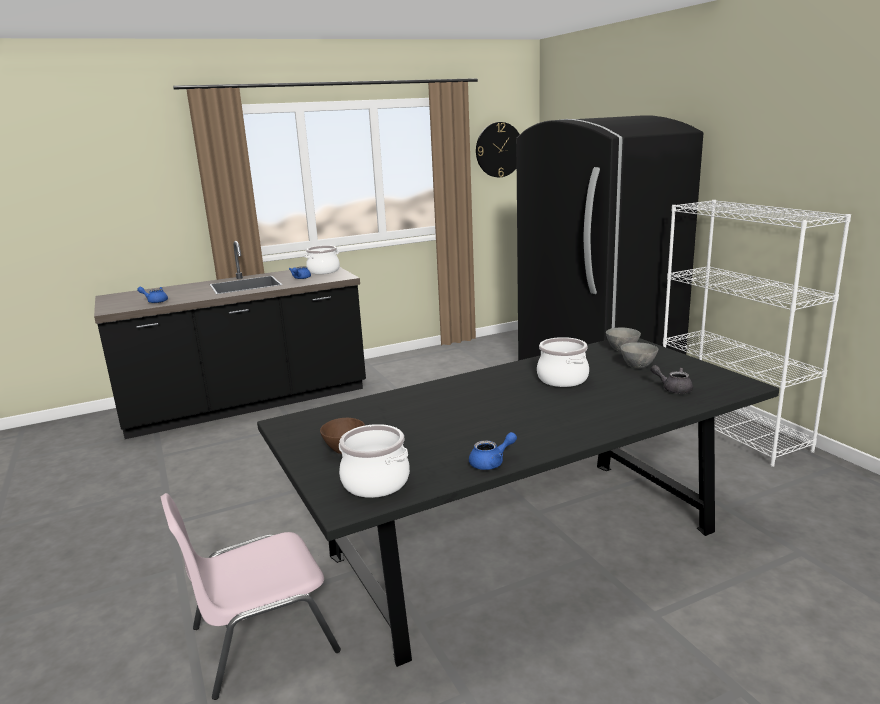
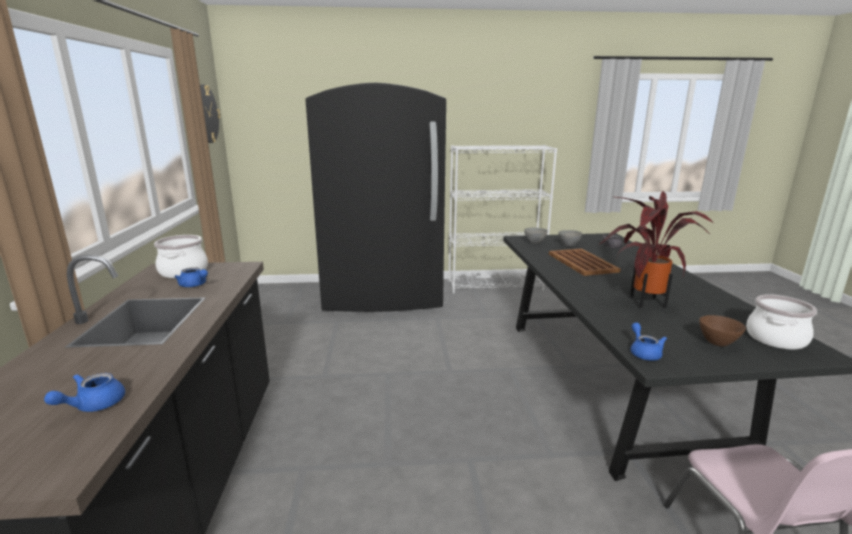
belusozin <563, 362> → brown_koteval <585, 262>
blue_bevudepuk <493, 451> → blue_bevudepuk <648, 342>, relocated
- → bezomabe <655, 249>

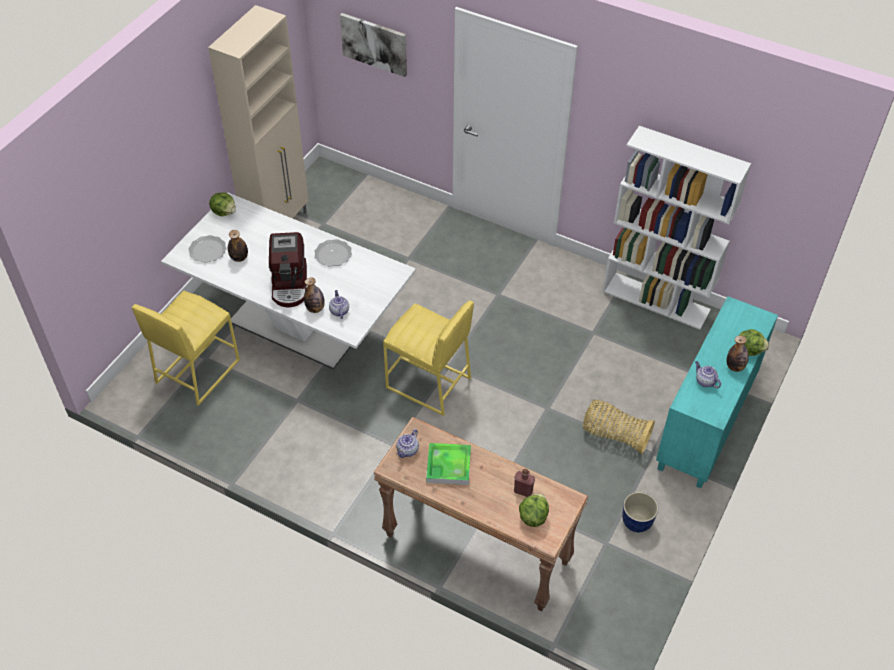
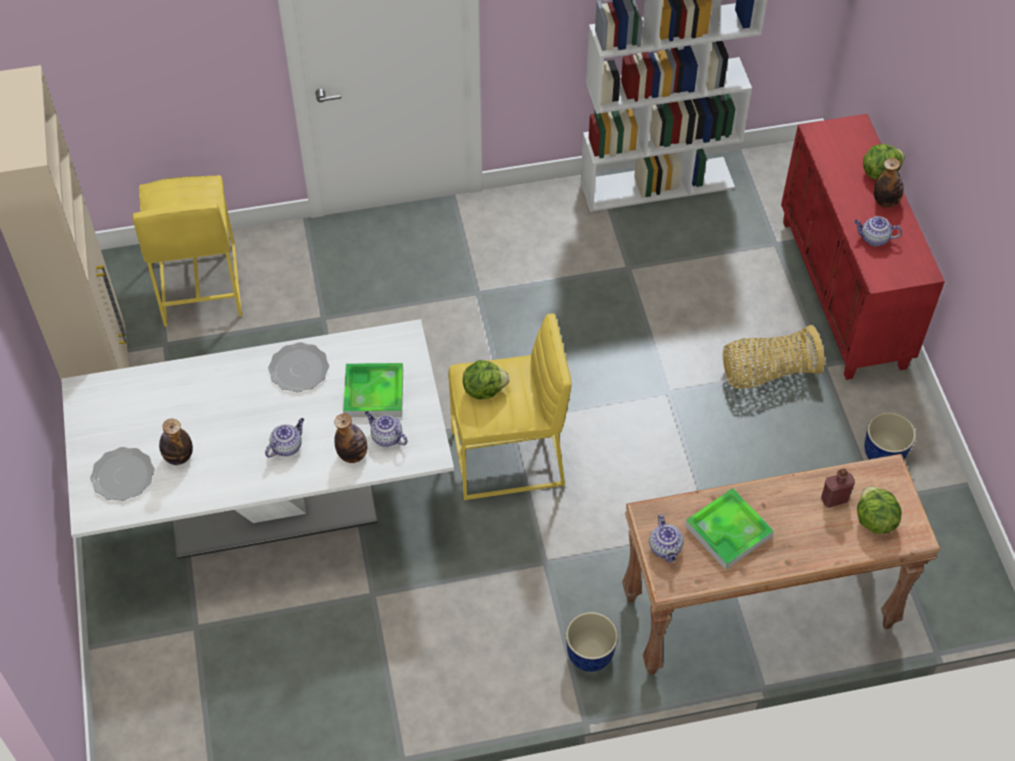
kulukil <373, 45> → -
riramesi <222, 204> → riramesi <486, 380>, relocated
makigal <288, 270> → bevudepuk <284, 438>
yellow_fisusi <186, 348> → yellow_fisusi <187, 251>, relocated
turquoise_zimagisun <717, 392> → red_zimagisun <863, 247>
- → koteval <373, 390>
- → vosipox <592, 642>

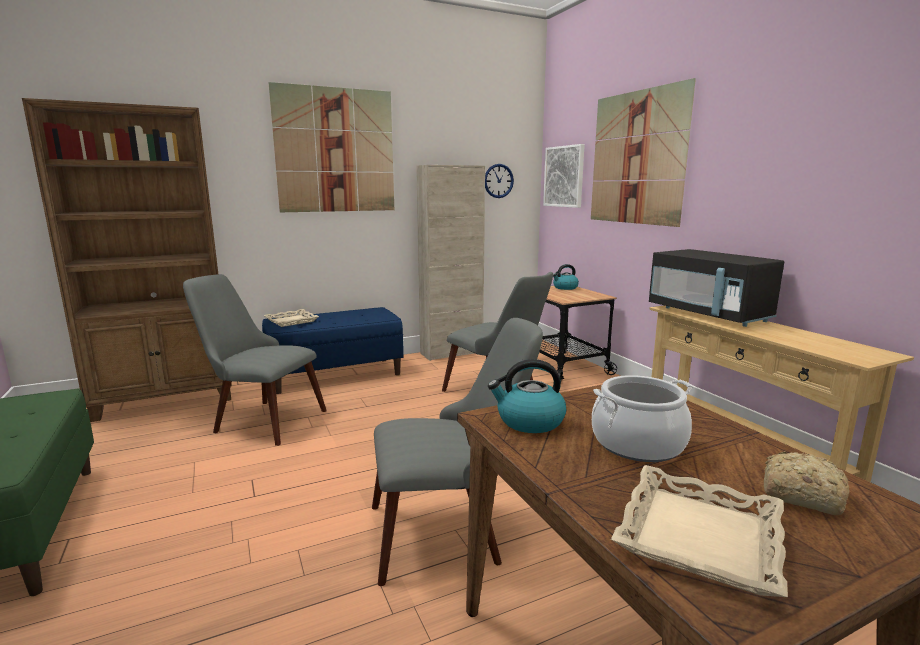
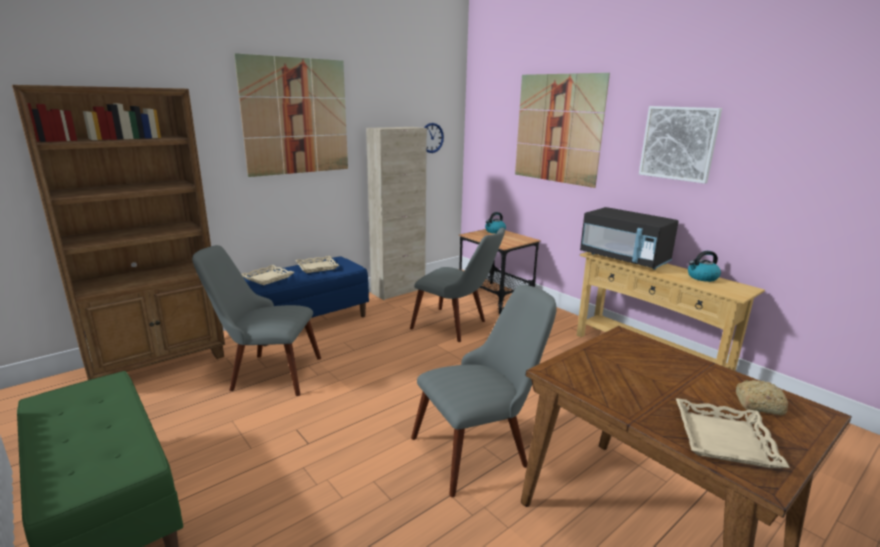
kulukil <564, 176> → kulukil <680, 145>, relocated
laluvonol <527, 396> → laluvonol <704, 266>, relocated
belusozin <642, 418> → -
- → beige_koteval <317, 264>

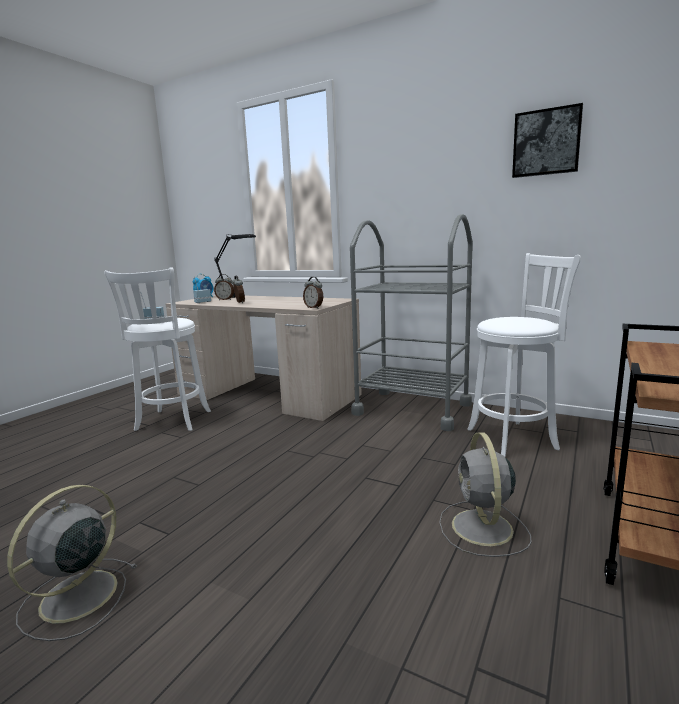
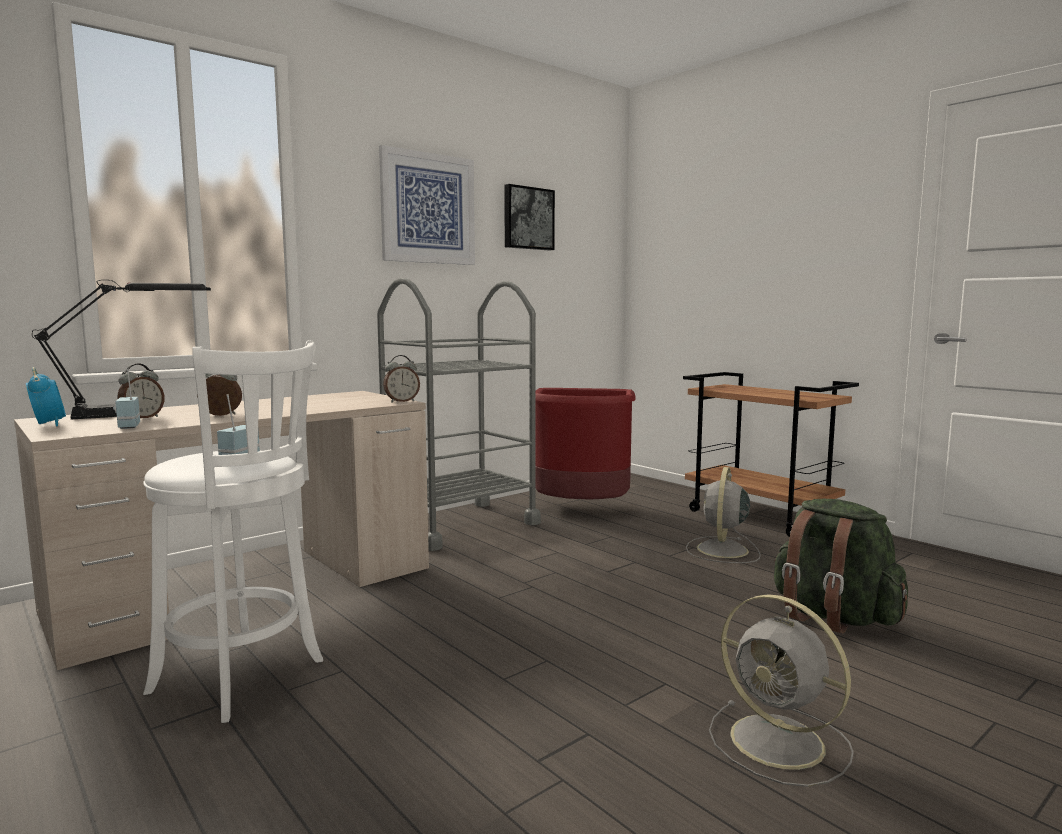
white_fisusi <524, 354> → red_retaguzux <585, 444>
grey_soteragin <485, 495> → grey_soteragin <723, 515>, 90 degrees clockwise
- → kulukil <427, 205>
- → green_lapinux <841, 566>

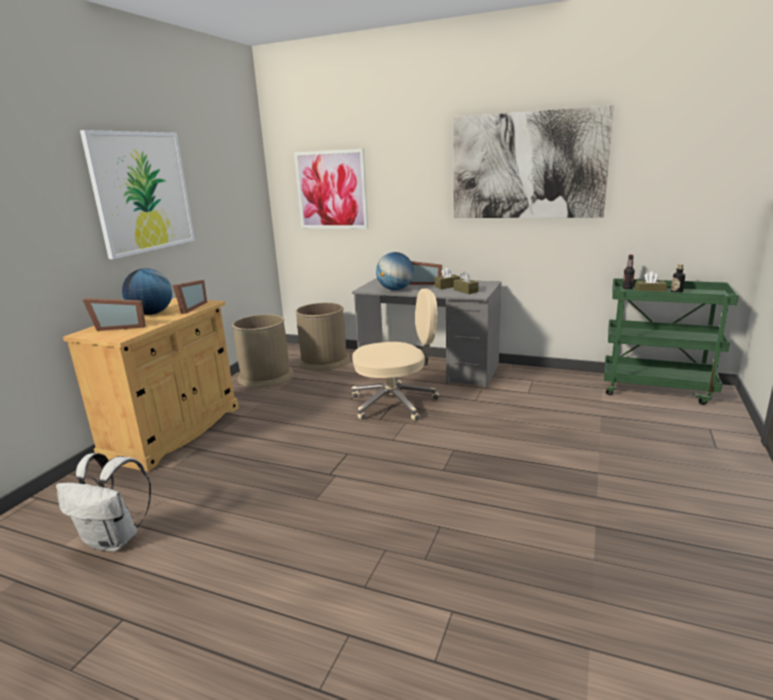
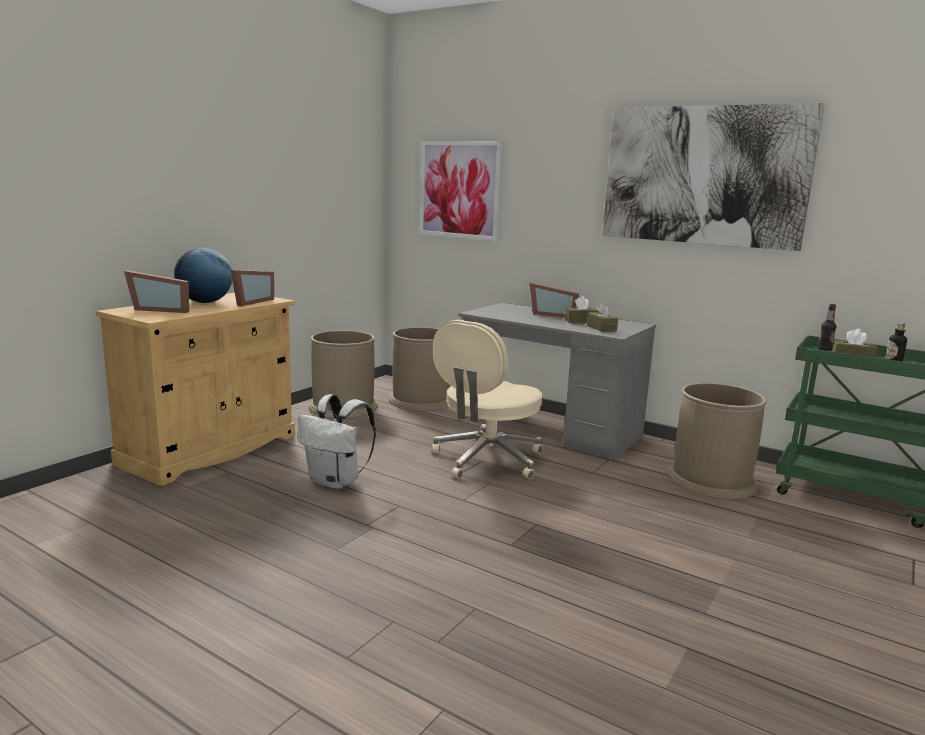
kulukil <137, 194> → -
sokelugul <395, 271> → -
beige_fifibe <395, 354> → beige_fifibe <487, 399>, 120 degrees clockwise
white_lapinux <103, 502> → white_lapinux <336, 441>, relocated
- → brown_retaguzux <717, 441>

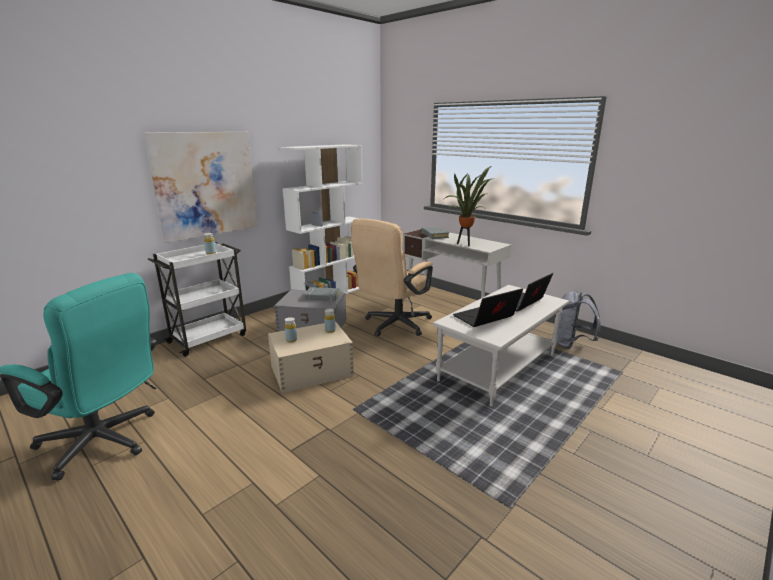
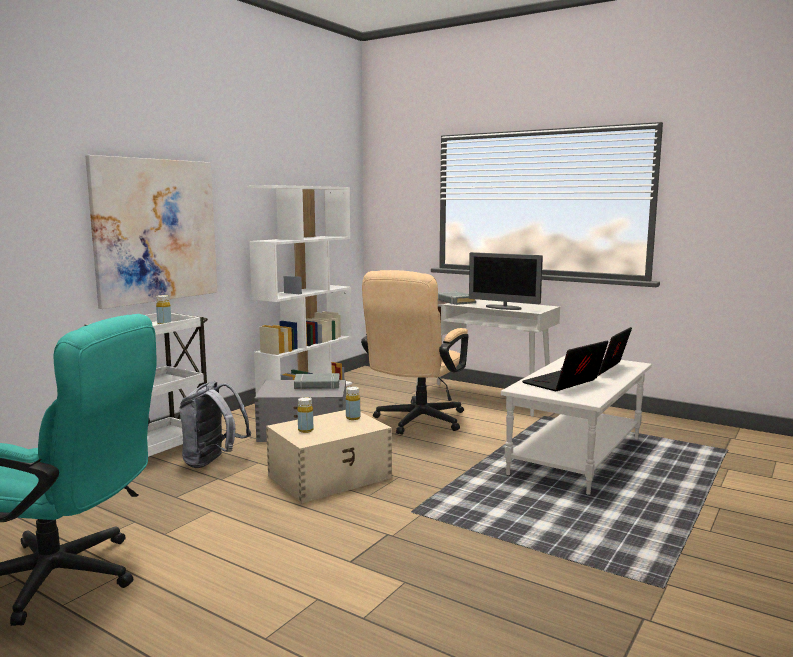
bezomabe <468, 206> → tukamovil <506, 281>
grey_lapinux <579, 320> → grey_lapinux <215, 424>, relocated

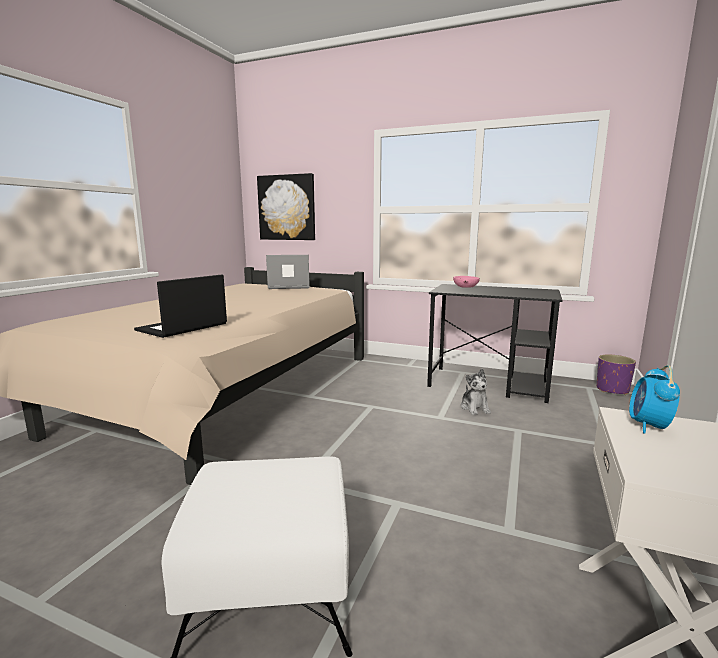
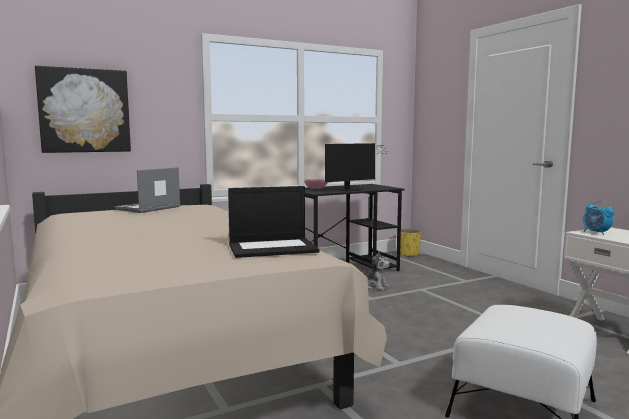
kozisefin <180, 306> → kozisefin <274, 222>, 90 degrees counterclockwise
purple_vosipox <616, 375> → yellow_vosipox <410, 243>
- → tukamovil <357, 167>

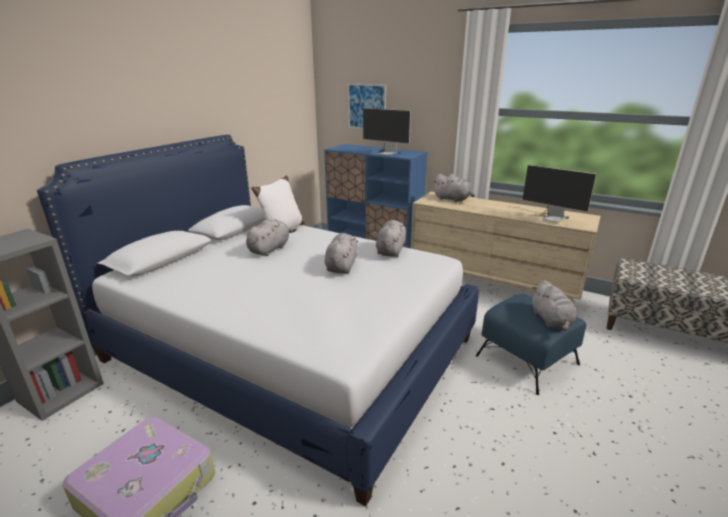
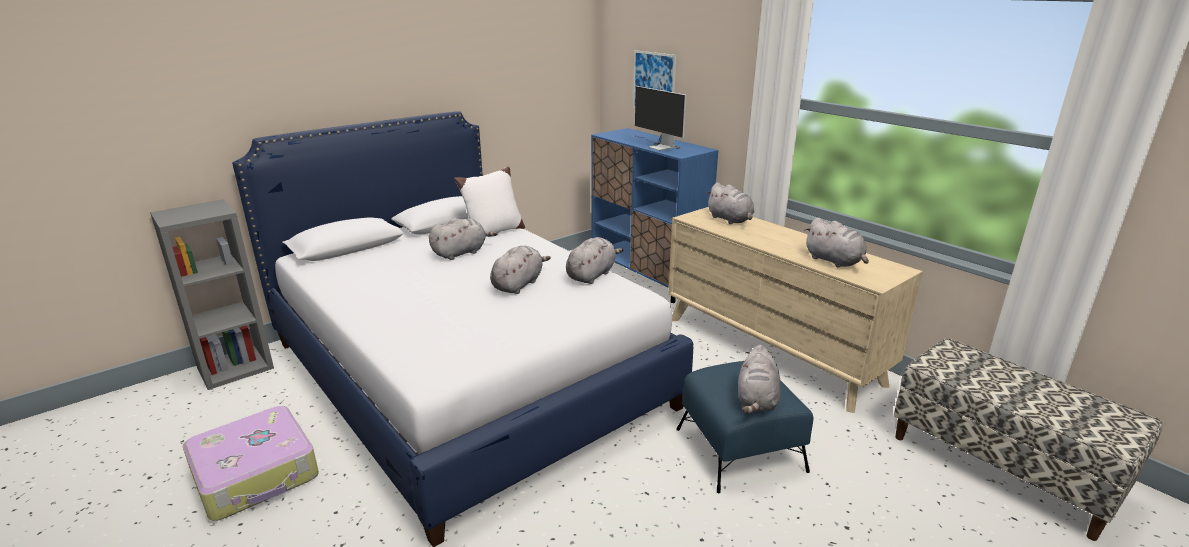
tukamovil <551, 194> → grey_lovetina <836, 243>

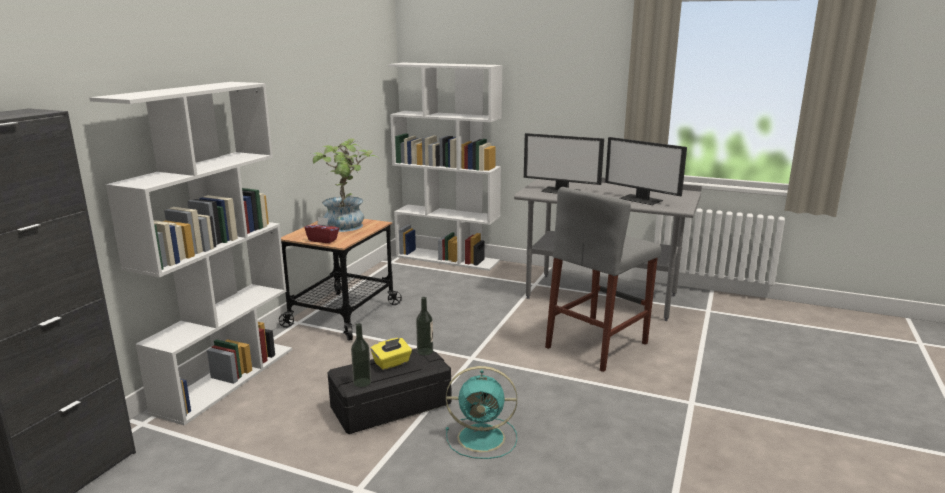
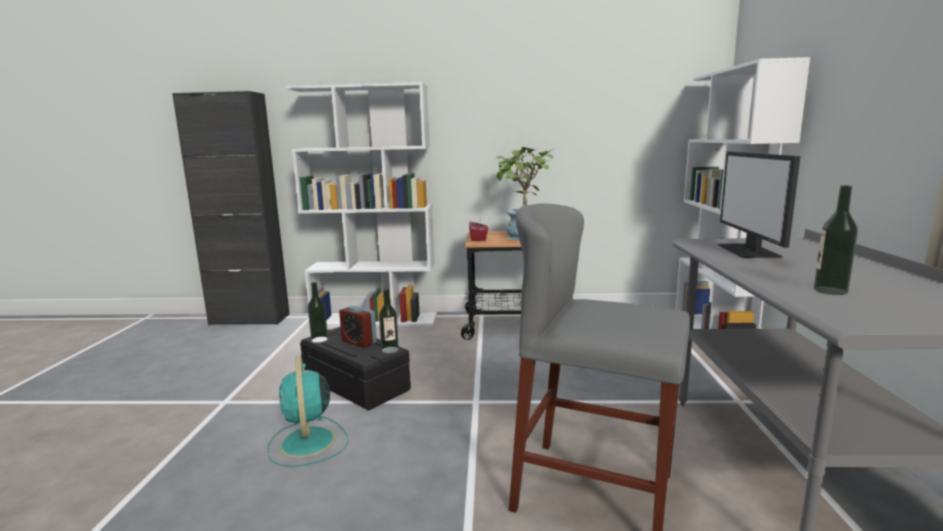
tukamovil <646, 171> → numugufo <836, 240>
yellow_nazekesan <391, 354> → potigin <358, 327>

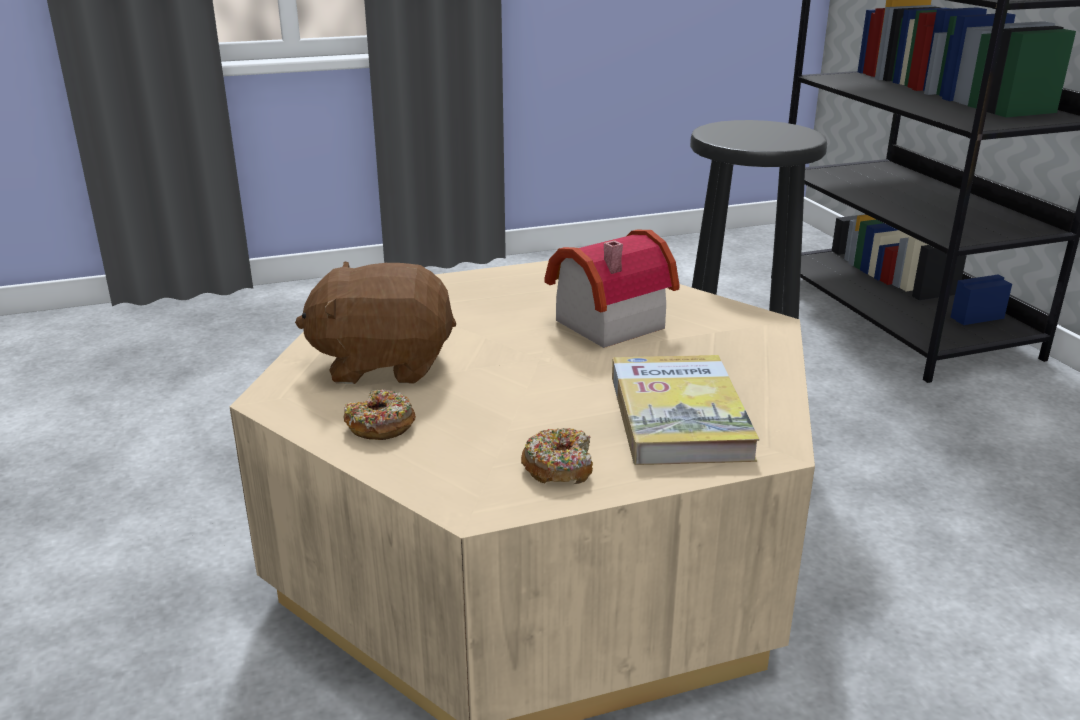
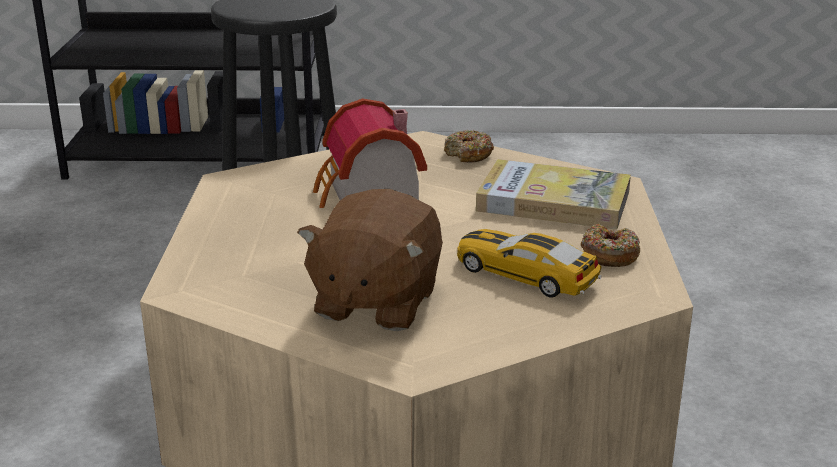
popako <380, 414> → popako <469, 146>, relocated
- → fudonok <529, 263>

